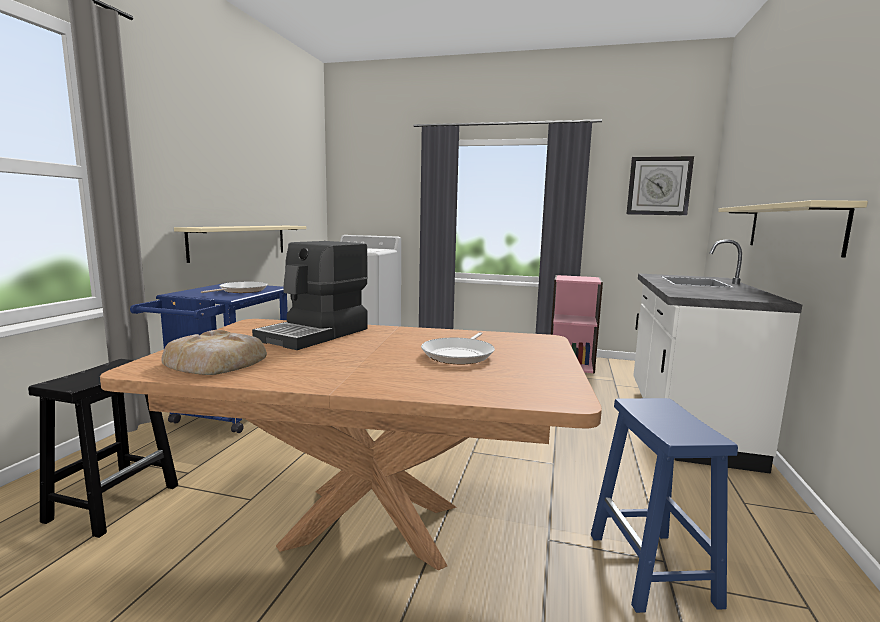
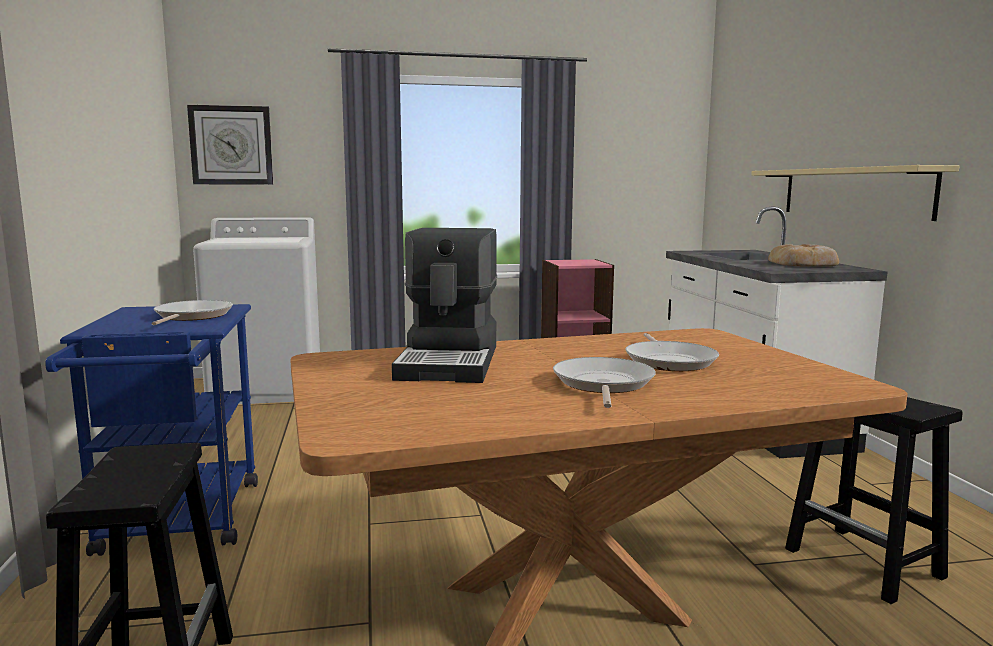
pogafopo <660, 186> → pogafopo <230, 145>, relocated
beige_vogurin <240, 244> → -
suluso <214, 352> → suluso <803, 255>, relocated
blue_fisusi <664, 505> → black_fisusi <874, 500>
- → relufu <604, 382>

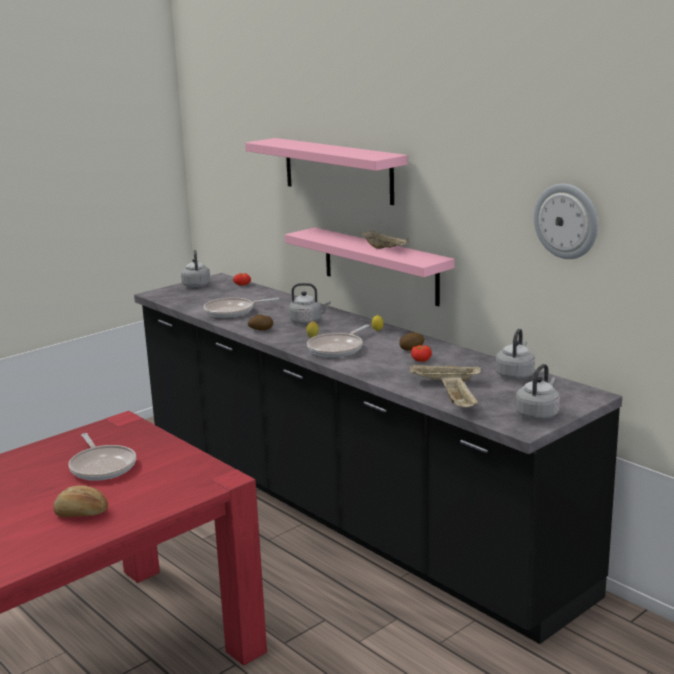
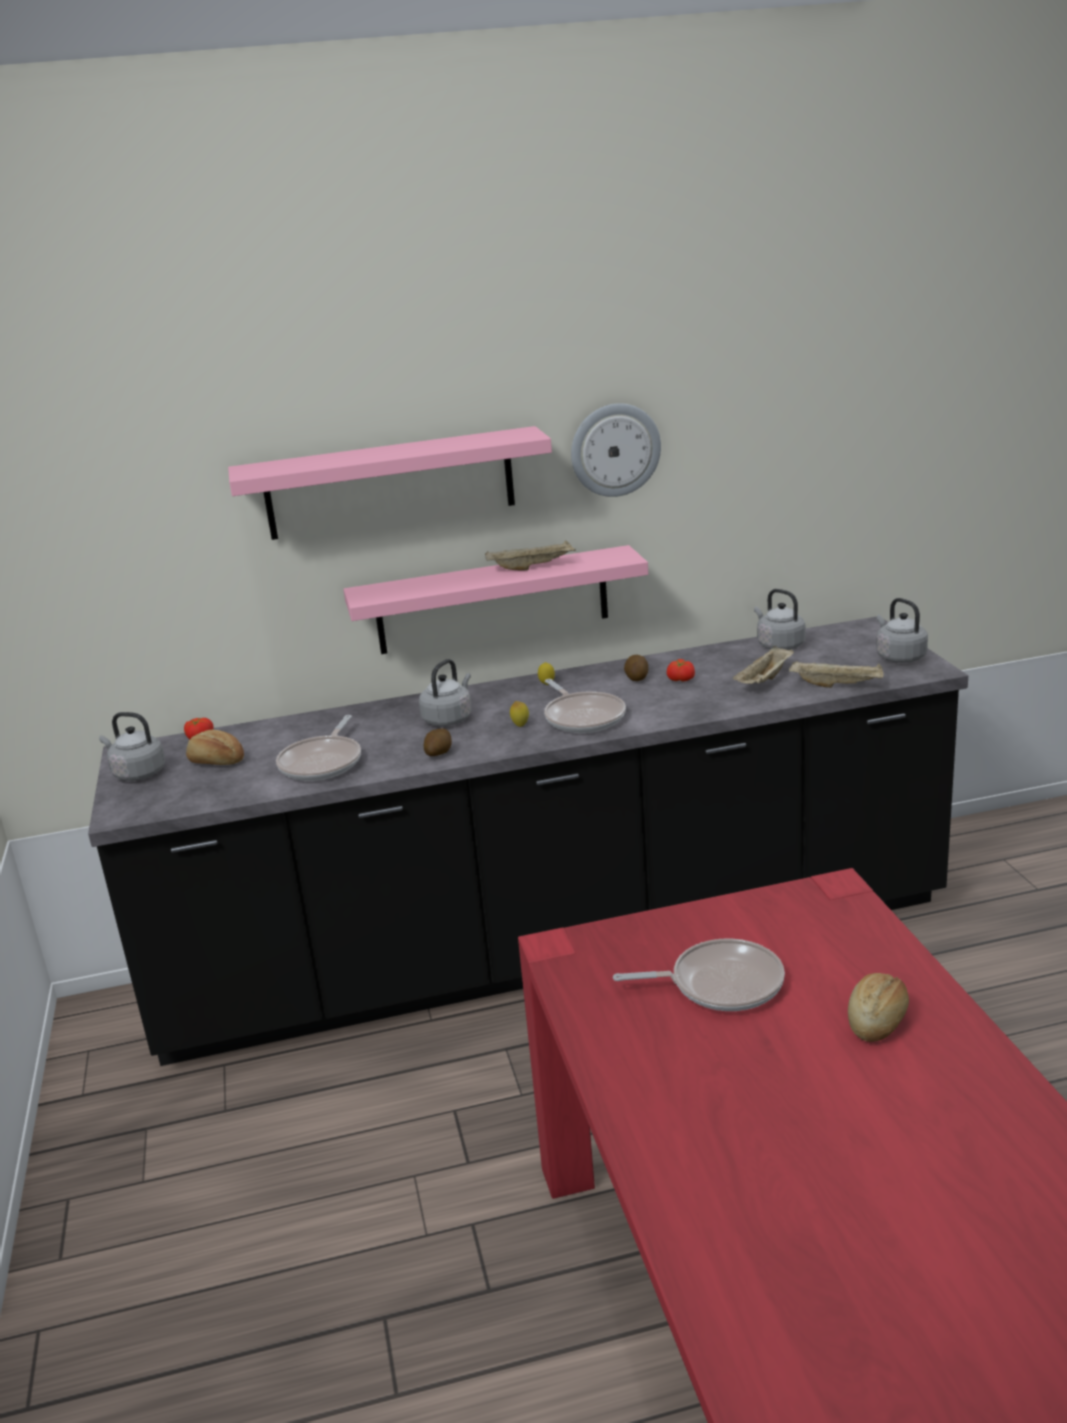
pogafopo <566, 221> → pogafopo <616, 450>, relocated
- → suluso <215, 747>

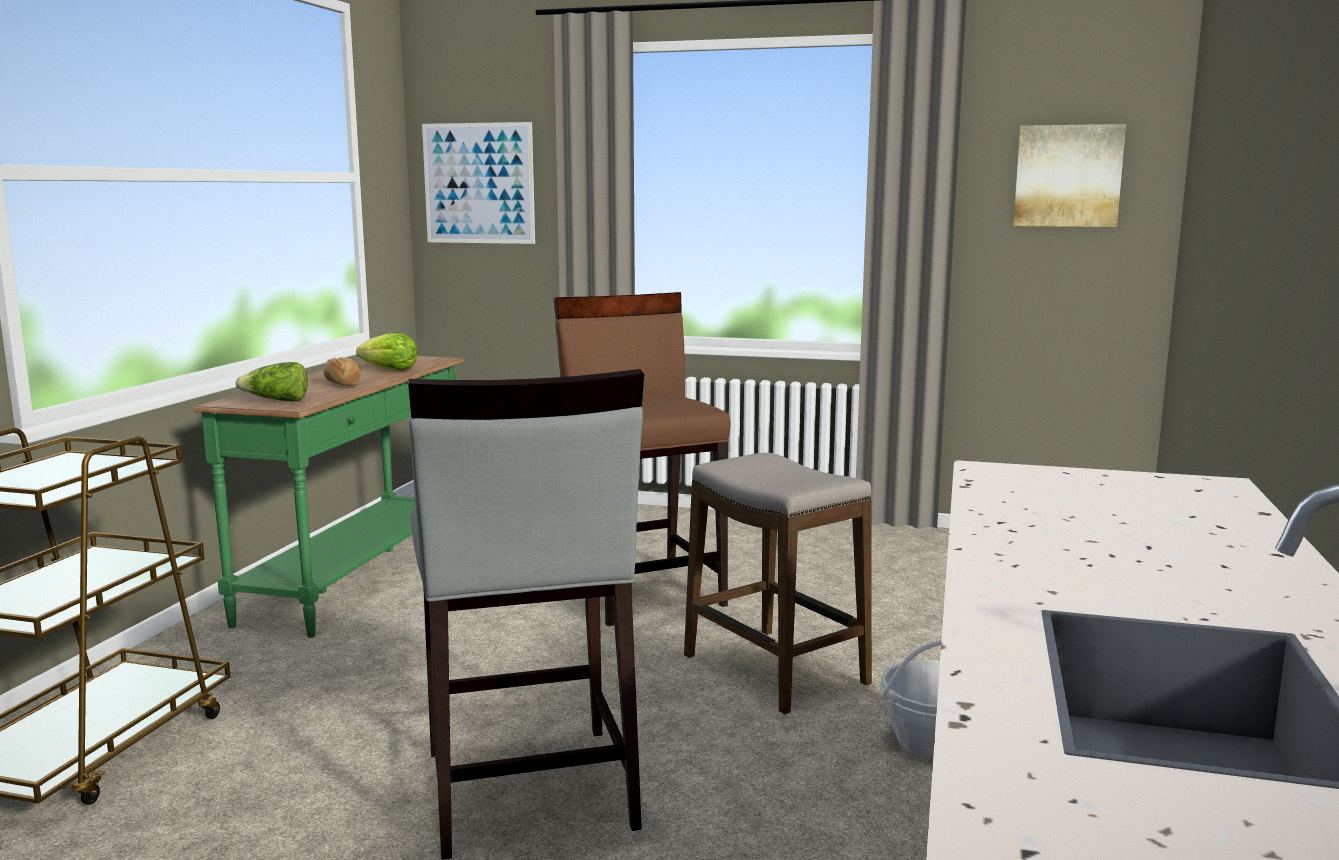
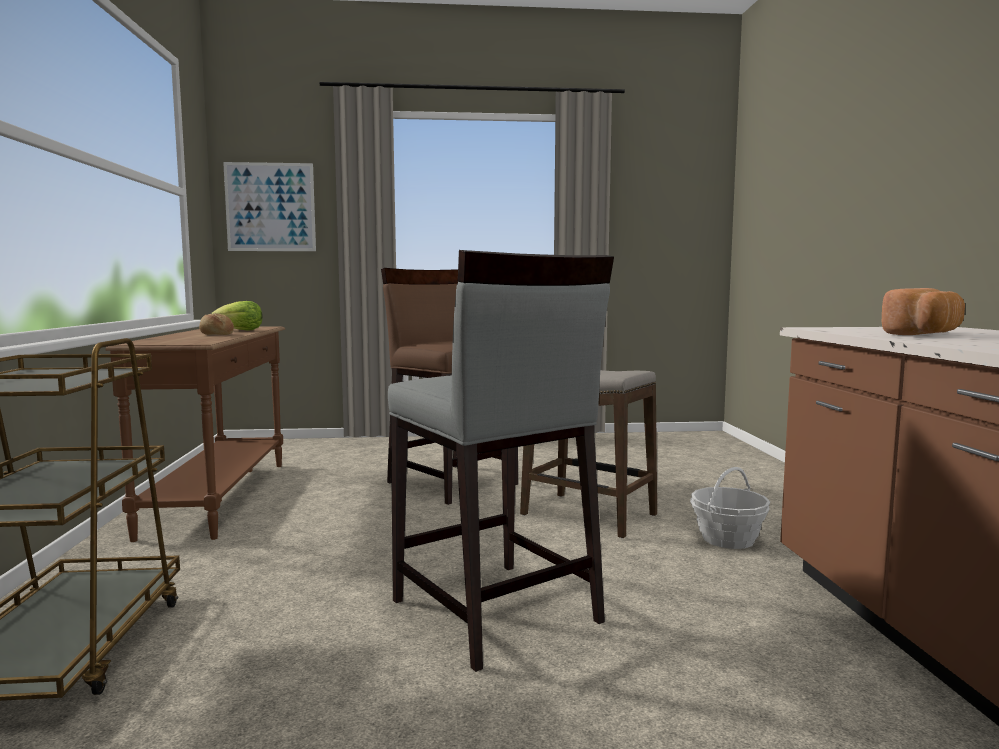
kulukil <1069, 175> → -
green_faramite <329, 497> → brown_faramite <195, 434>
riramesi <272, 381> → -
- → suluso <923, 311>

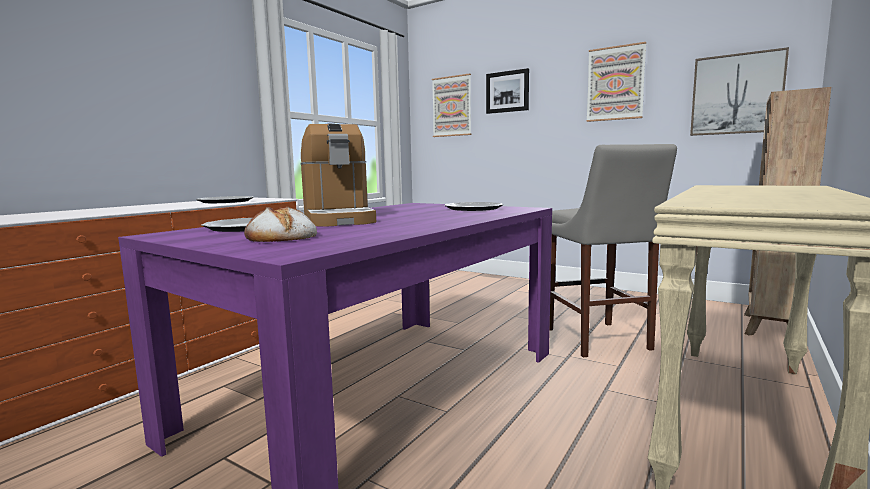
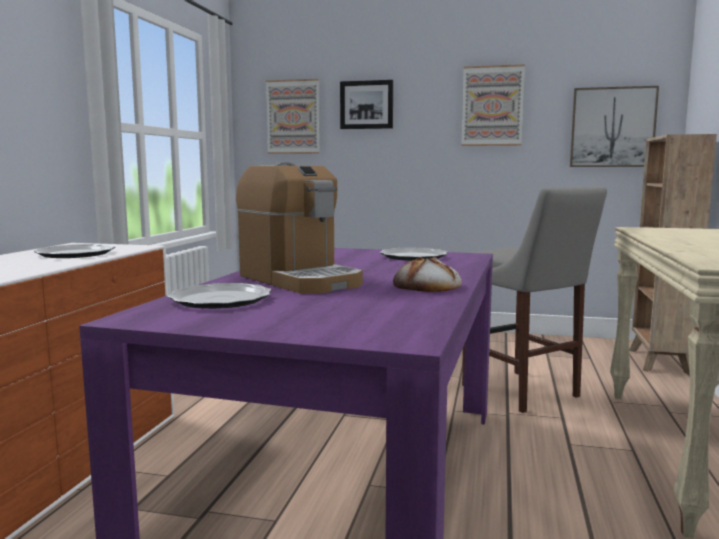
suluso <280, 224> → suluso <427, 274>, relocated

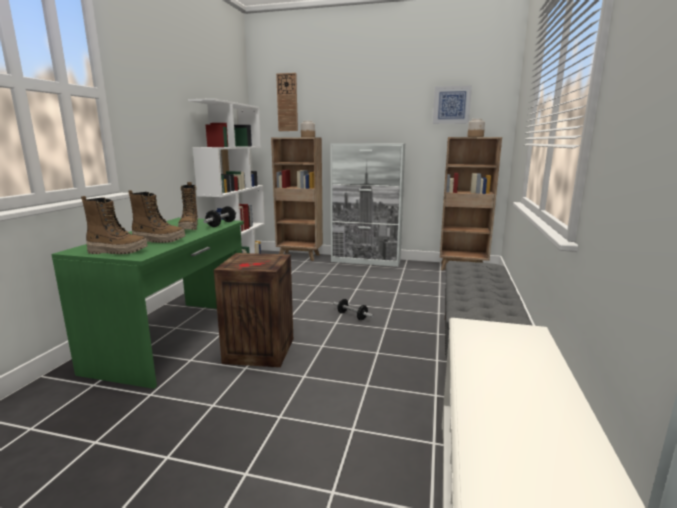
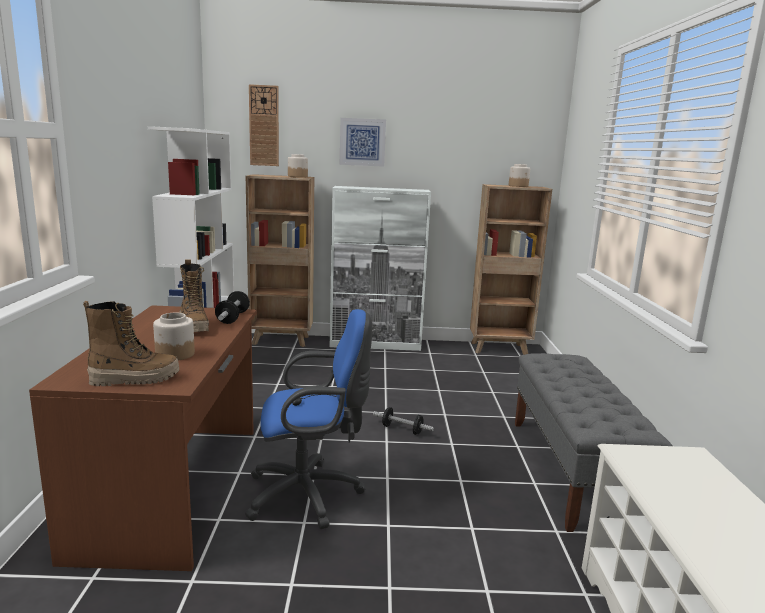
kulukil <452, 105> → kulukil <363, 142>, relocated
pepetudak <156, 216> → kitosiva <174, 336>
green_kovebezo <147, 303> → brown_kovebezo <143, 438>
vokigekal <253, 310> → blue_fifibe <308, 419>

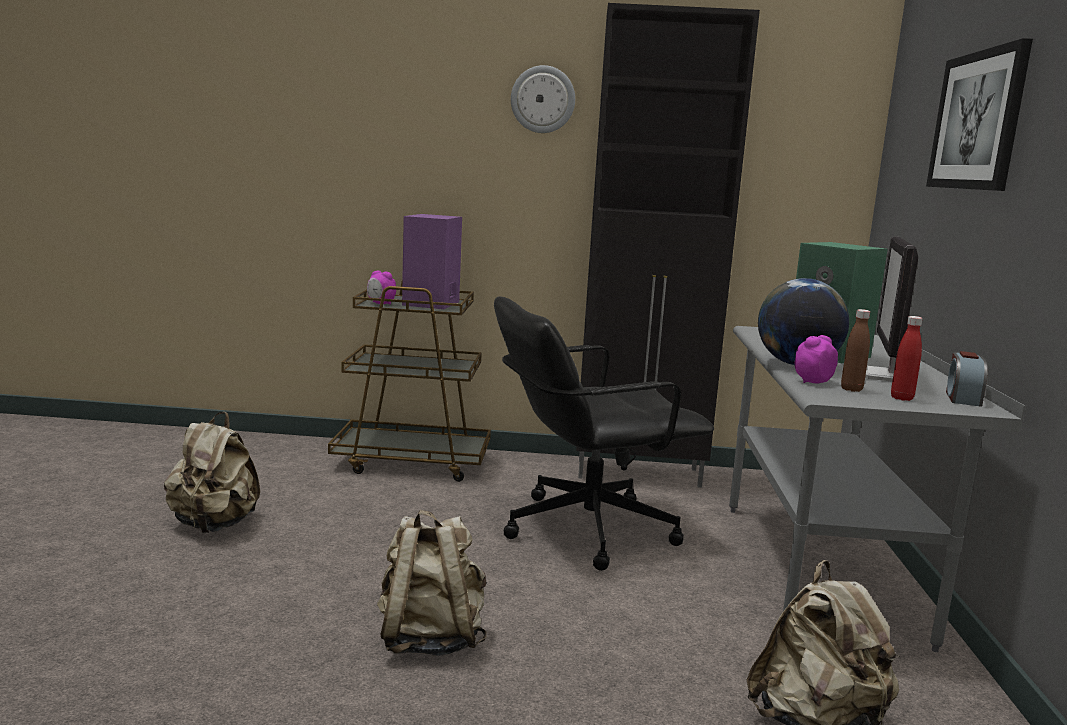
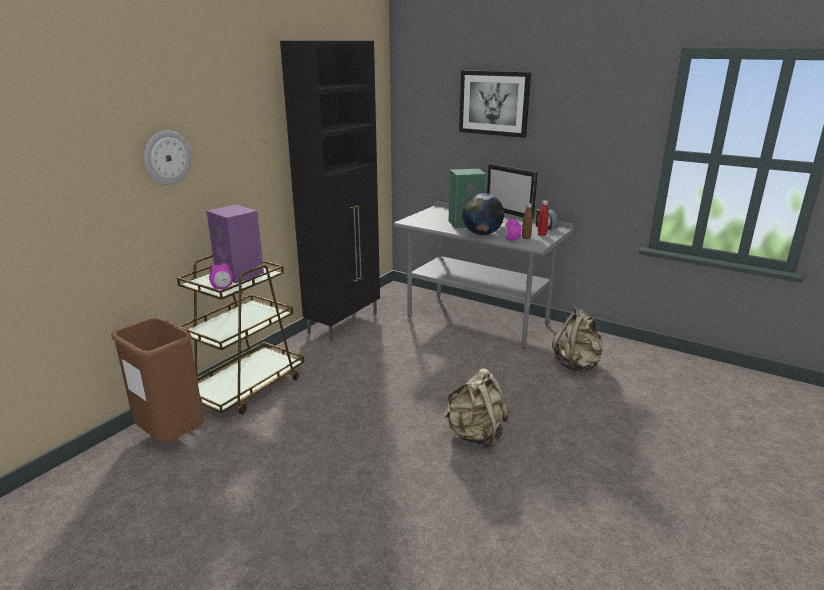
pogafopo <543, 99> → pogafopo <167, 157>, relocated
black_fifibe <604, 433> → -
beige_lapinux <212, 472> → -
- → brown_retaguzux <157, 380>

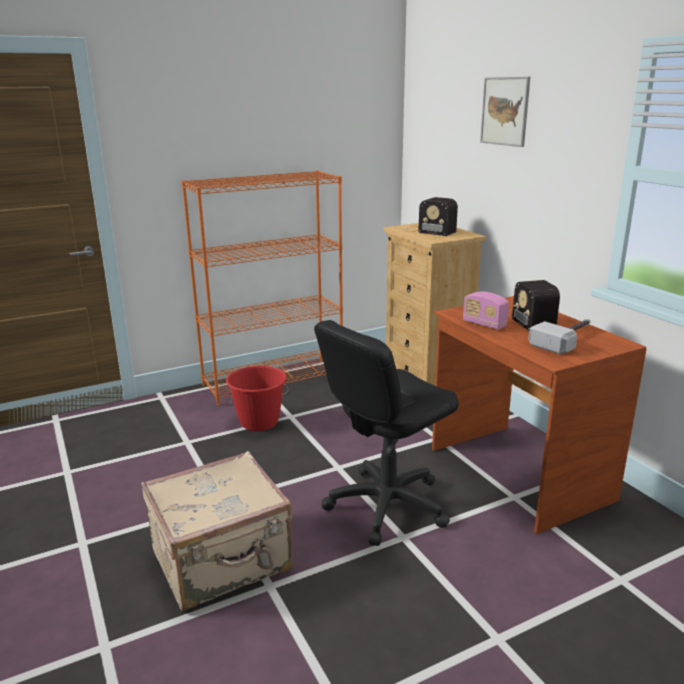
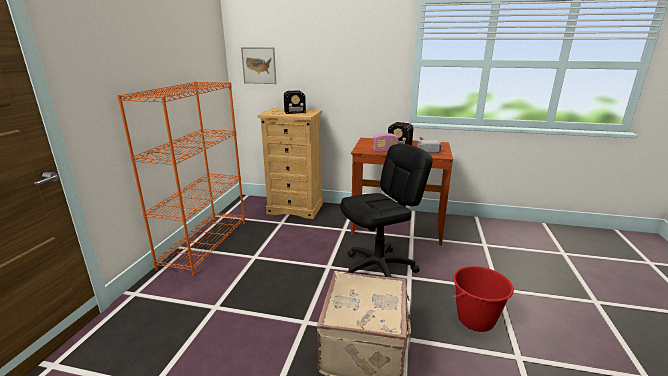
kulukil <505, 112> → kulukil <258, 65>, relocated
black_fifibe <386, 433> → black_fifibe <386, 211>, 120 degrees counterclockwise
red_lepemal <257, 398> → red_lepemal <483, 299>, relocated

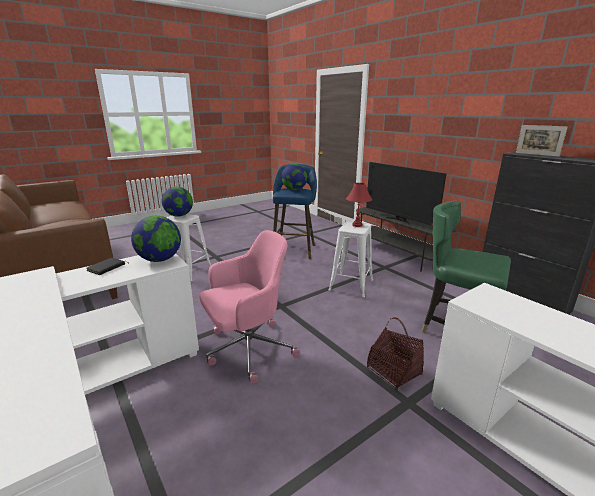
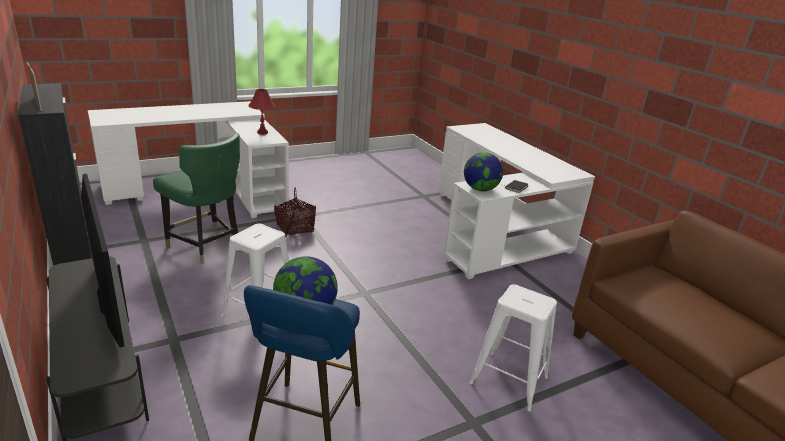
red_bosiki <359, 205> → red_bosiki <261, 112>, relocated
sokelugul <177, 202> → -
pink_fifibe <250, 307> → -

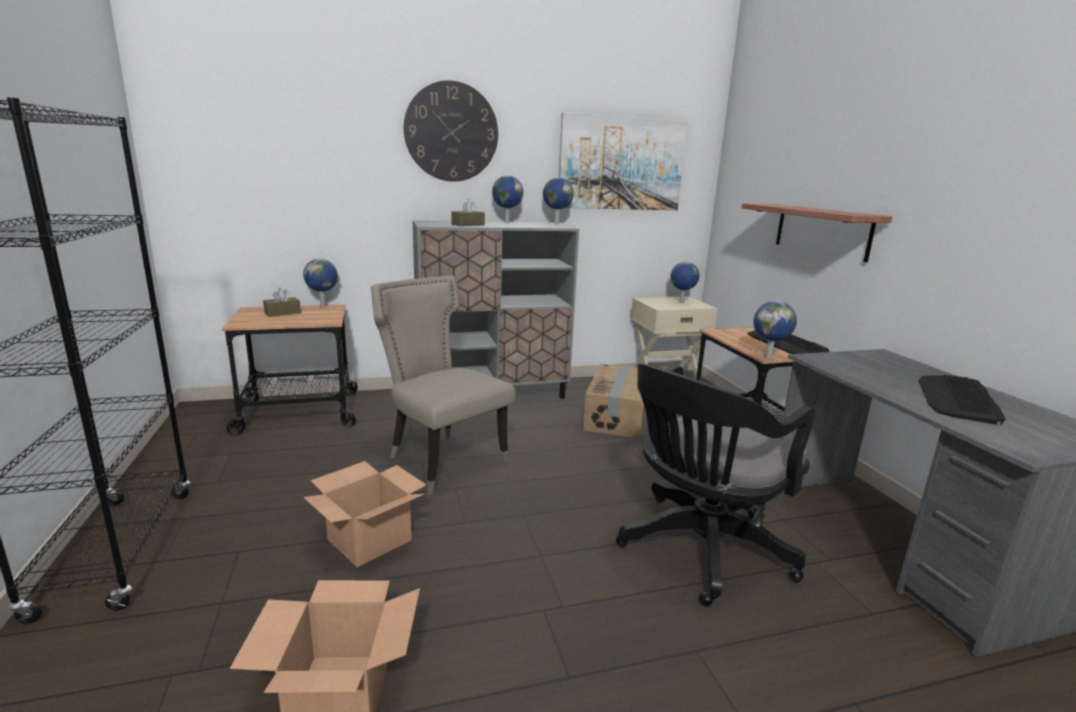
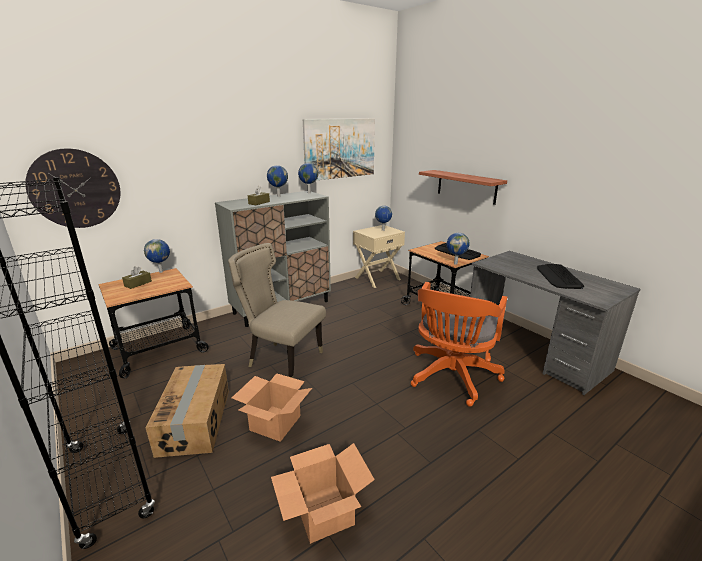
pogafopo <451, 131> → pogafopo <72, 188>, relocated
black_fifibe <715, 485> → orange_fifibe <459, 344>
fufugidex <614, 401> → fufugidex <187, 411>, relocated

